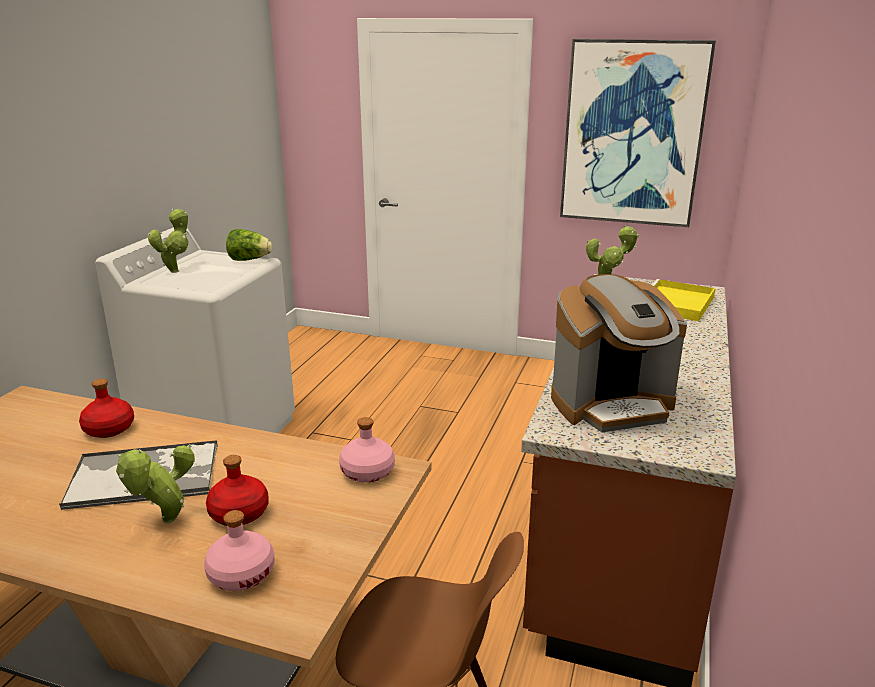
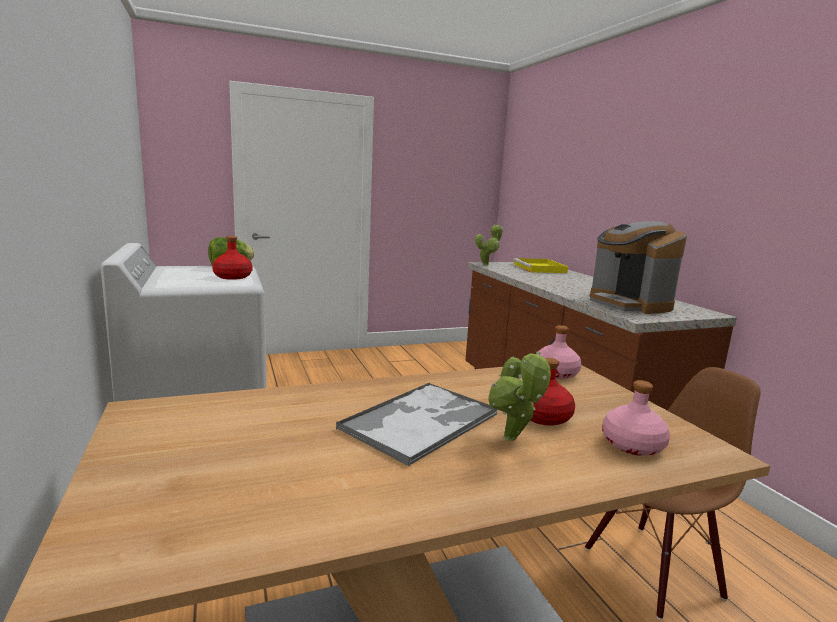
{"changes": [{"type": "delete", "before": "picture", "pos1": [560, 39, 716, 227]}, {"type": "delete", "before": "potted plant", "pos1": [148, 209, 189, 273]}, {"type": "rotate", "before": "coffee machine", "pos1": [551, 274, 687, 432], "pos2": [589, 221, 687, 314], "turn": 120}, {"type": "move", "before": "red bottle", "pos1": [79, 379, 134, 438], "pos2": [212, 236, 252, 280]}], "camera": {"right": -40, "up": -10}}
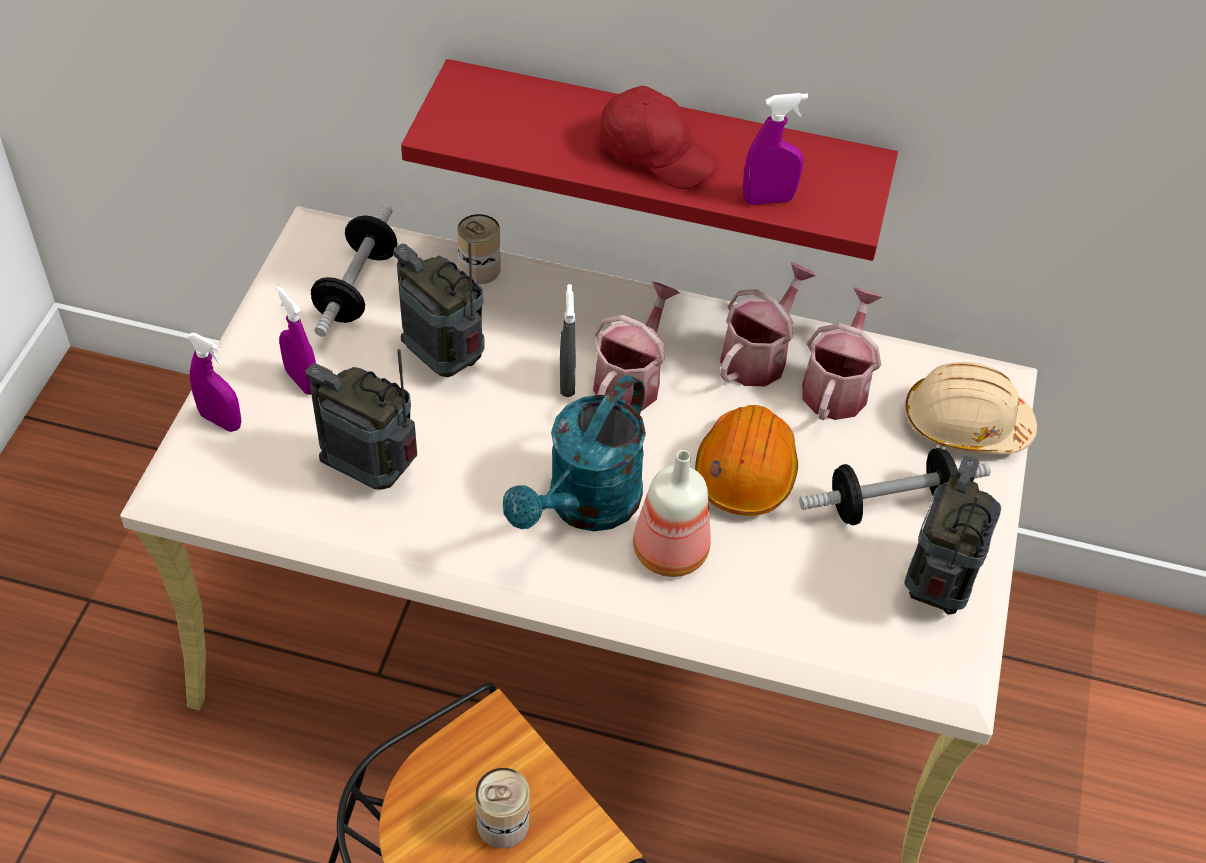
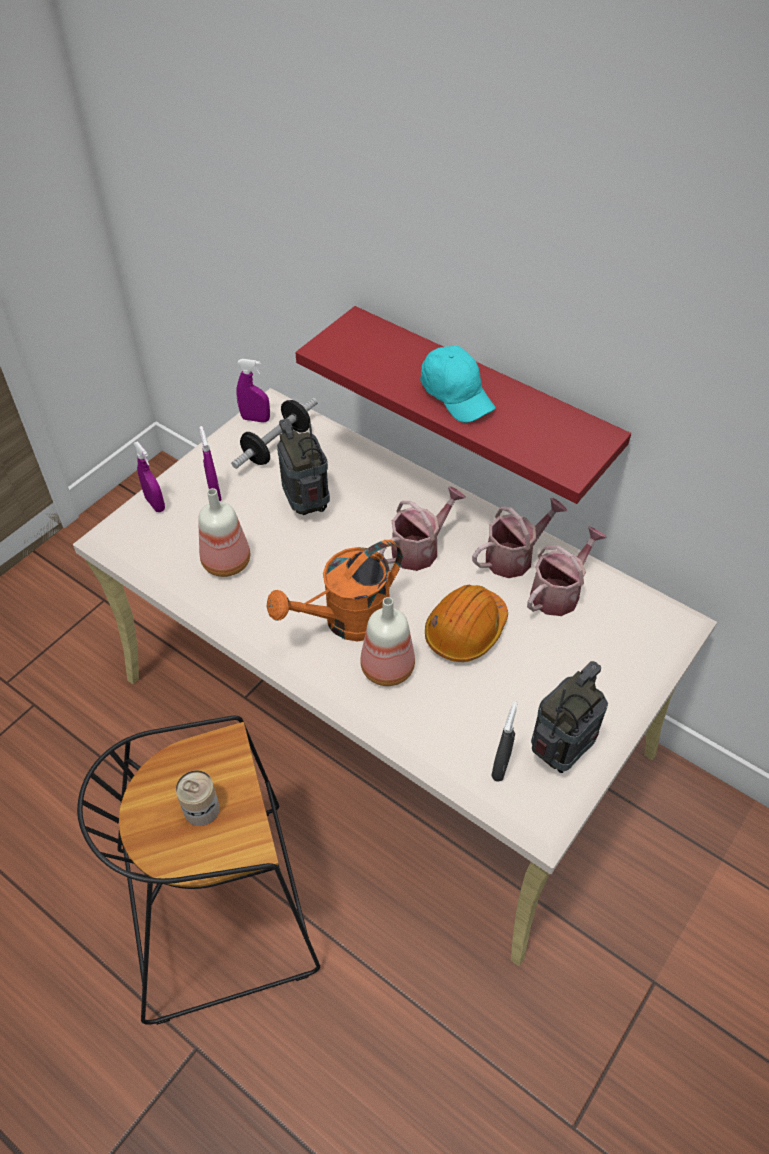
{"changes": [{"type": "recolor", "before": "red cap", "after": "turquoise cap", "pos1": [599, 86, 719, 189], "pos2": [420, 346, 496, 423]}, {"type": "move", "before": "purple spray bottle", "pos1": [743, 93, 808, 205], "pos2": [236, 359, 270, 423]}, {"type": "delete", "before": "can", "pos1": [457, 214, 501, 284]}, {"type": "move", "before": "grey spray bottle", "pos1": [560, 284, 576, 397], "pos2": [492, 701, 517, 781]}, {"type": "replace", "before": "radio", "after": "bottle", "pos1": [305, 349, 417, 489], "pos2": [198, 488, 250, 577]}, {"type": "delete", "before": "beige hard hat", "pos1": [905, 362, 1037, 454]}, {"type": "recolor", "before": "turquoise watering can", "after": "orange watering can", "pos1": [503, 375, 646, 531], "pos2": [266, 540, 403, 641]}, {"type": "delete", "before": "dumbbell", "pos1": [799, 448, 990, 525]}], "camera": {"right": 25, "up": 0}}
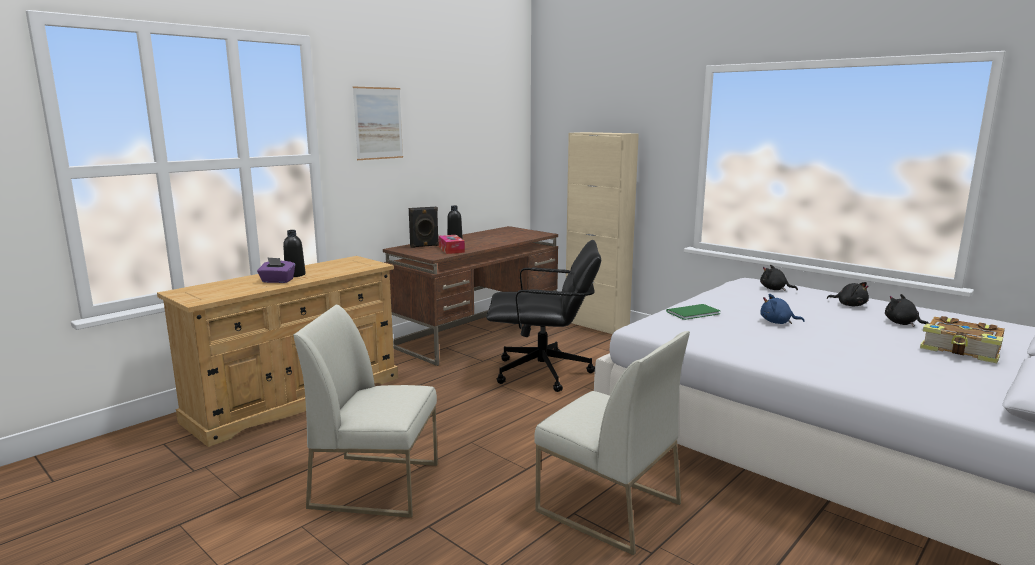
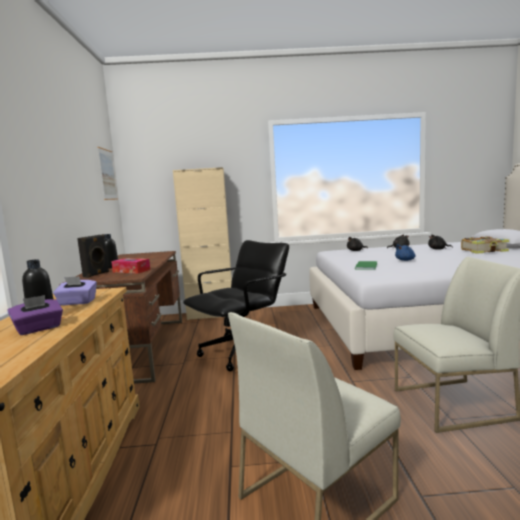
{"changes": [{"type": "move", "before": "picture", "pos1": [353, 87, 403, 160], "pos2": [98, 147, 118, 200]}, {"type": "insert", "after": "purple tissue box", "pos2": [53, 276, 97, 305]}], "camera": {"right": -45, "up": -5}}
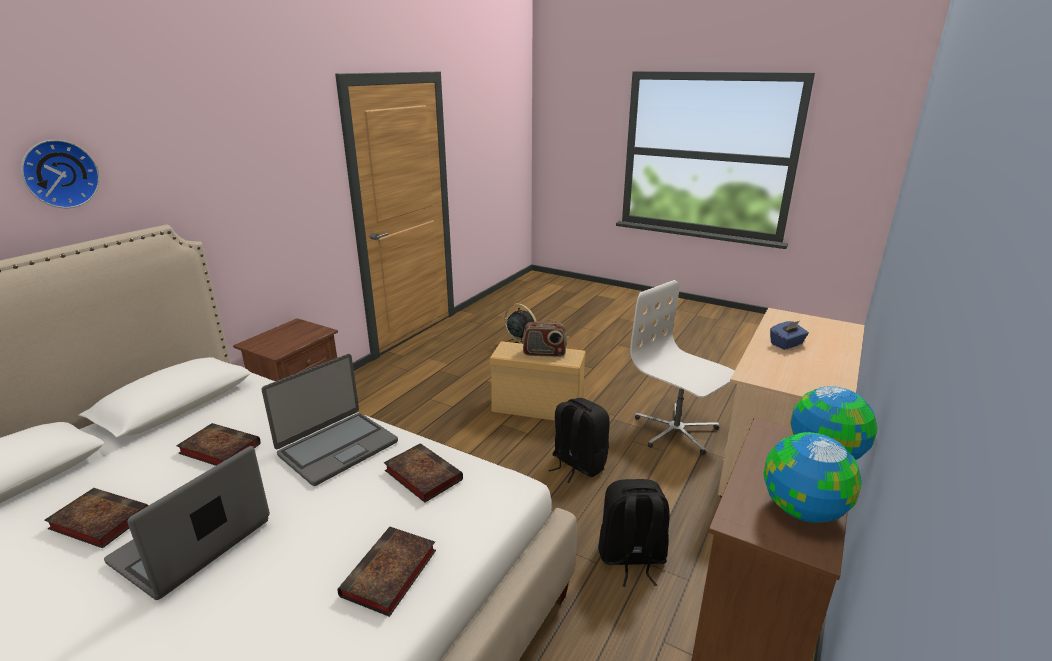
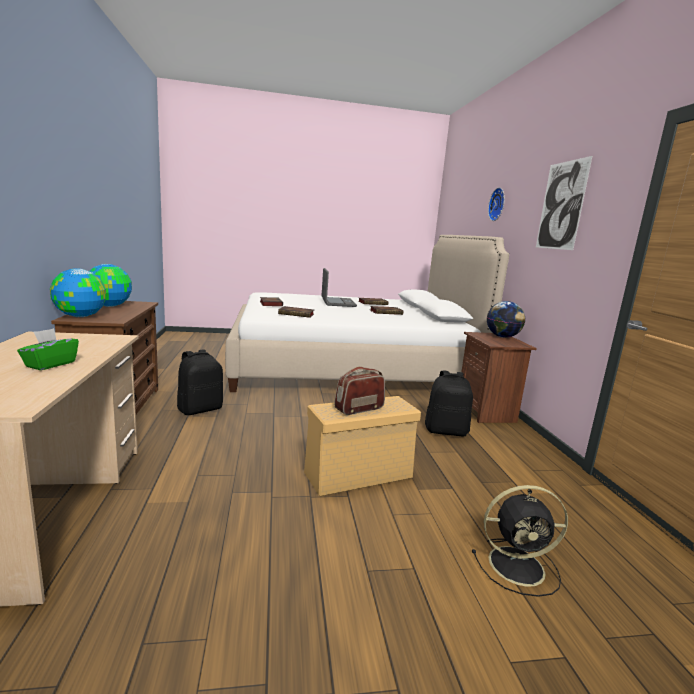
{"changes": [{"type": "delete", "before": "white office chair", "pos1": [630, 280, 735, 455]}, {"type": "recolor", "before": "blue tissue box", "after": "green tissue box", "pos1": [770, 321, 809, 350], "pos2": [17, 328, 79, 370]}, {"type": "delete", "before": "laptop", "pos1": [262, 354, 398, 486]}, {"type": "move", "before": "black backpack", "pos1": [548, 398, 610, 483], "pos2": [425, 371, 473, 437]}, {"type": "insert", "after": "picture", "pos2": [536, 156, 592, 250]}, {"type": "insert", "after": "globe", "pos2": [487, 301, 525, 338]}], "camera": {"right": 140, "up": -10}}
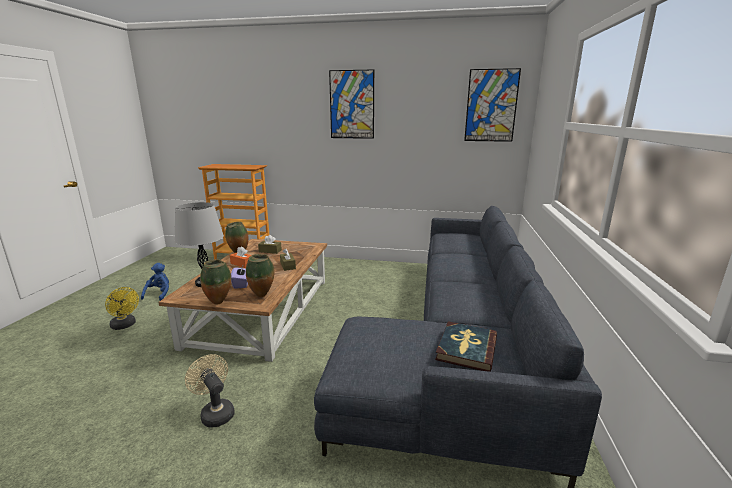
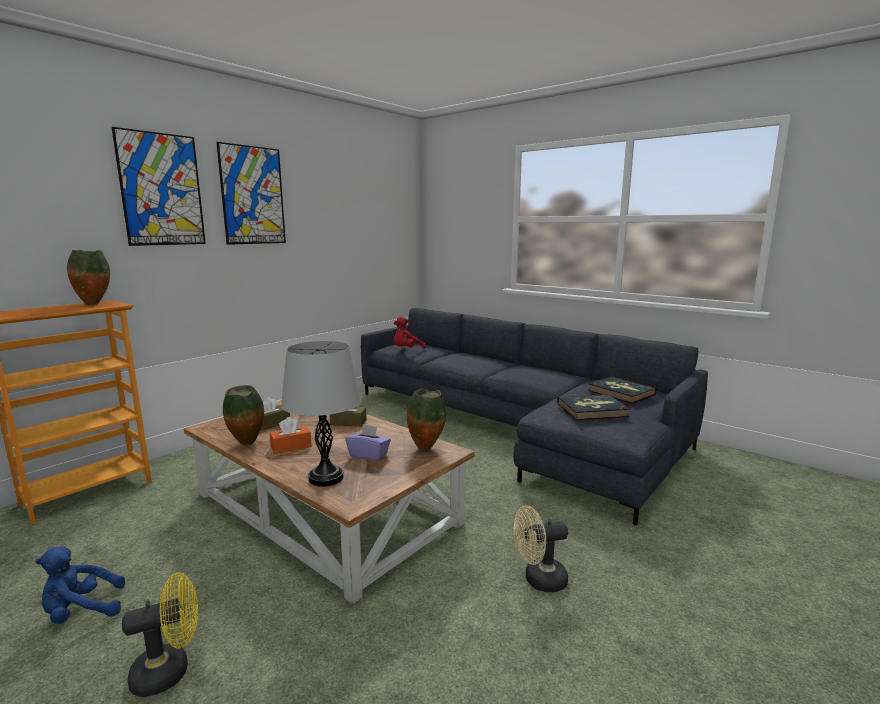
{"changes": [{"type": "move", "before": "picture", "pos1": [464, 68, 521, 142], "pos2": [112, 127, 206, 246]}, {"type": "move", "before": "vase", "pos1": [200, 259, 231, 305], "pos2": [67, 250, 110, 305]}, {"type": "rotate", "before": "blue plush toy", "pos1": [141, 263, 169, 301], "pos2": [35, 546, 125, 624], "turn": -60}, {"type": "insert", "after": "red plush toy", "pos2": [394, 316, 426, 349]}, {"type": "insert", "after": "book", "pos2": [557, 394, 630, 420]}], "camera": {"right": -60, "up": -5}}
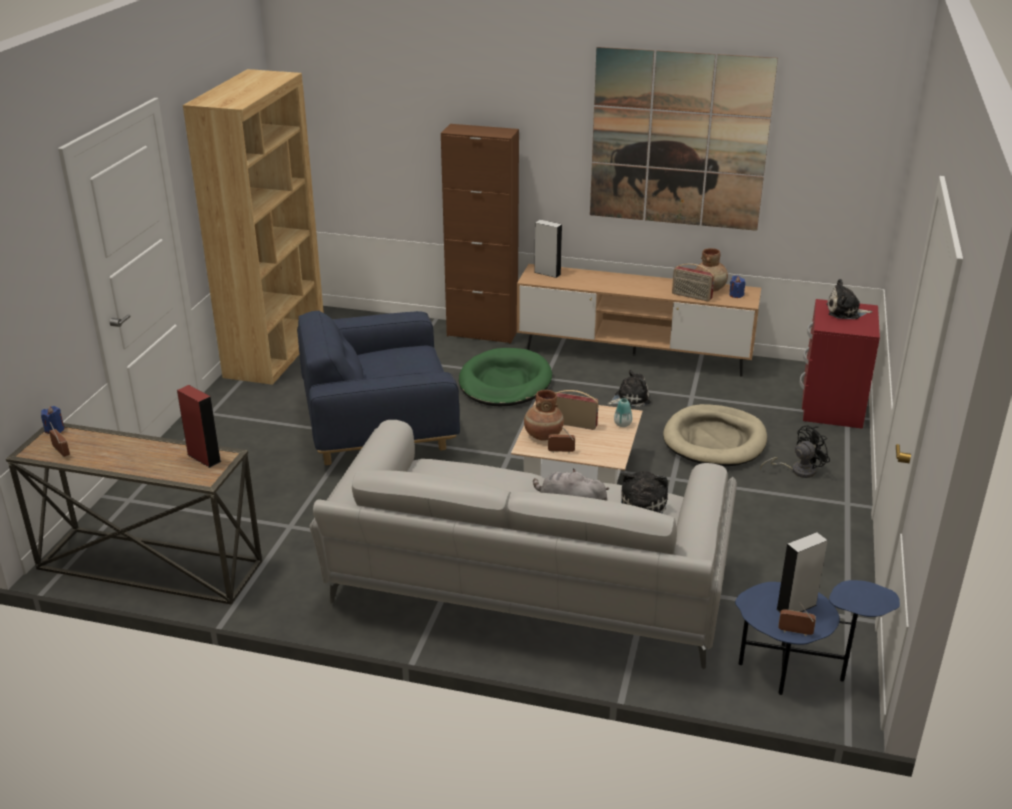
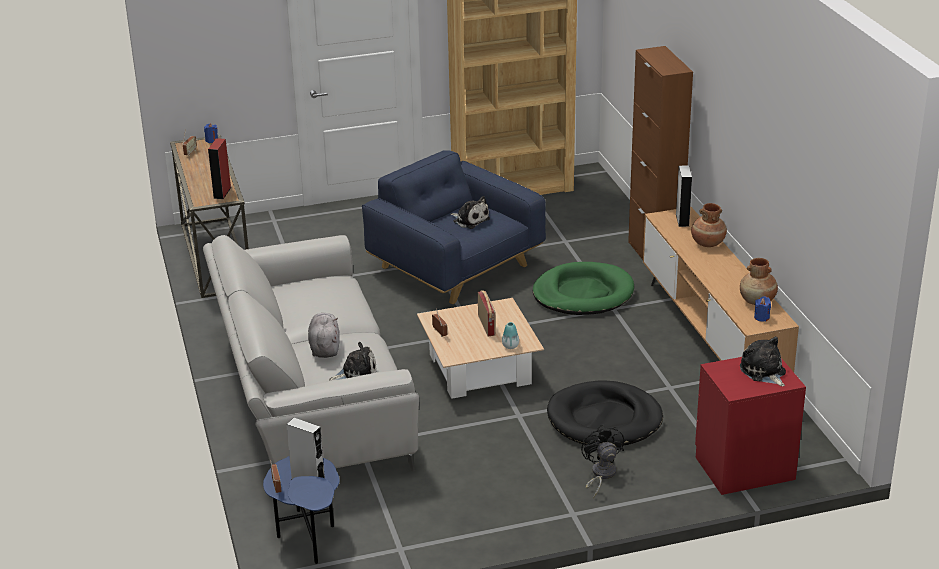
{"changes": [{"type": "delete", "before": "picture", "pos1": [590, 47, 778, 231]}, {"type": "delete", "before": "radio", "pos1": [672, 263, 715, 301]}, {"type": "move", "before": "plush toy", "pos1": [607, 370, 651, 407], "pos2": [450, 196, 490, 229]}, {"type": "move", "before": "brown vase", "pos1": [524, 390, 564, 441], "pos2": [691, 203, 727, 247]}, {"type": "recolor", "before": "beige dog bed", "after": "black dog bed", "pos1": [663, 404, 767, 467], "pos2": [547, 380, 663, 446]}, {"type": "rotate", "before": "black fan", "pos1": [760, 425, 830, 478], "pos2": [581, 424, 624, 498], "turn": -135}], "camera": {"right": 60, "up": 0}}
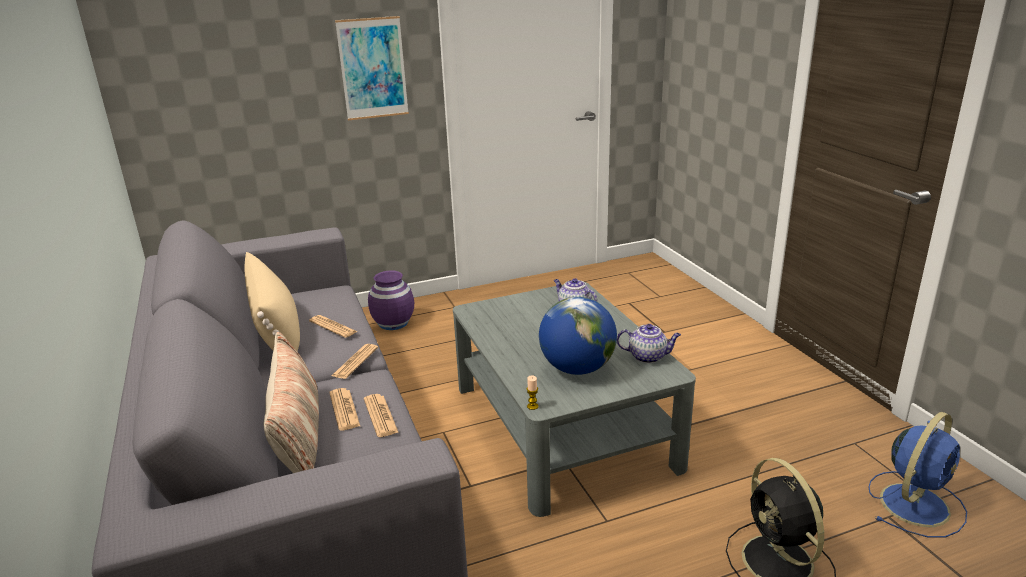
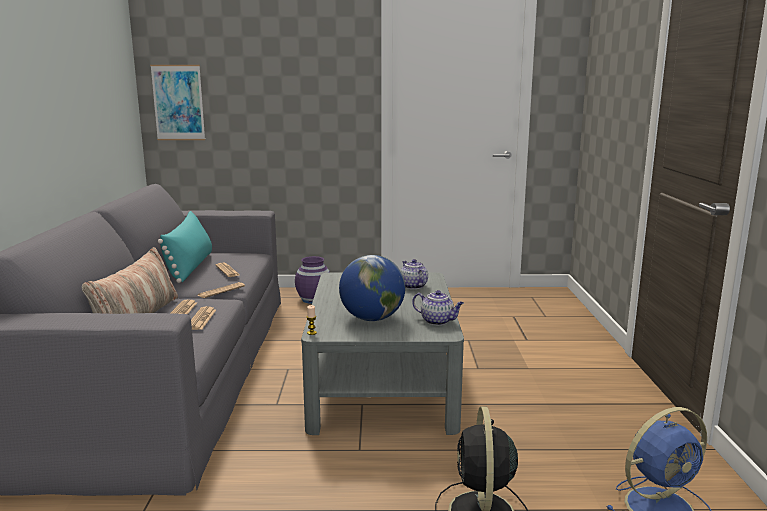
{"changes": [{"type": "move", "before": "picture", "pos1": [335, 16, 409, 120], "pos2": [150, 65, 205, 140]}, {"type": "recolor", "before": "beige pillow", "after": "turquoise pillow", "pos1": [245, 252, 300, 351], "pos2": [158, 211, 212, 283]}], "camera": {"right": 20, "up": -10}}
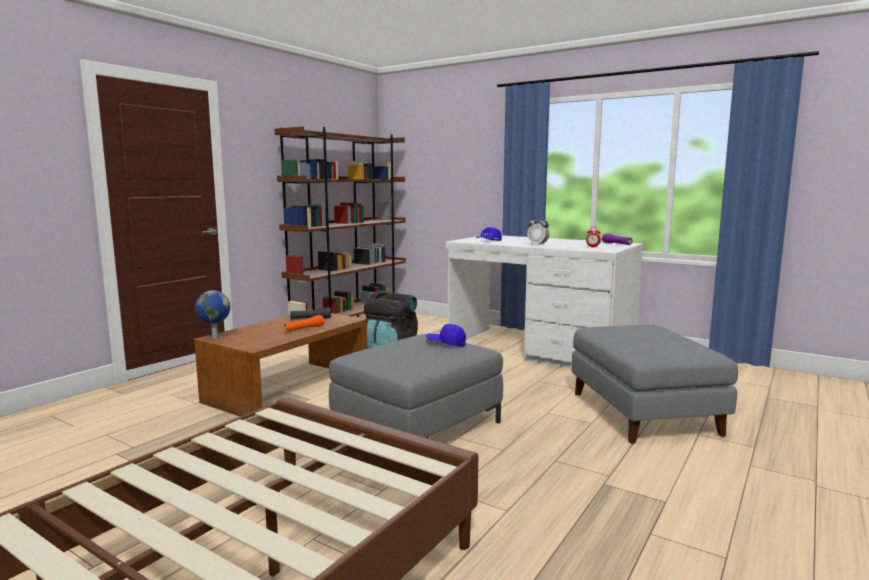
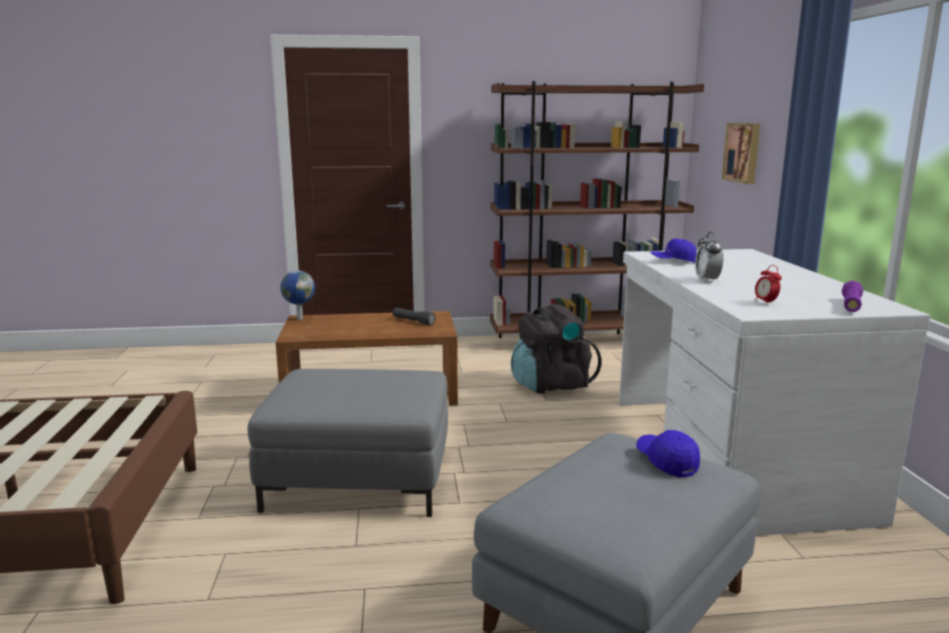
{"changes": [{"type": "delete", "before": "orange flashlight", "pos1": [284, 315, 325, 332]}, {"type": "move", "before": "blue cap", "pos1": [426, 324, 466, 347], "pos2": [636, 430, 700, 478]}, {"type": "insert", "after": "picture", "pos2": [722, 123, 760, 184]}], "camera": {"right": 50, "up": 5}}
